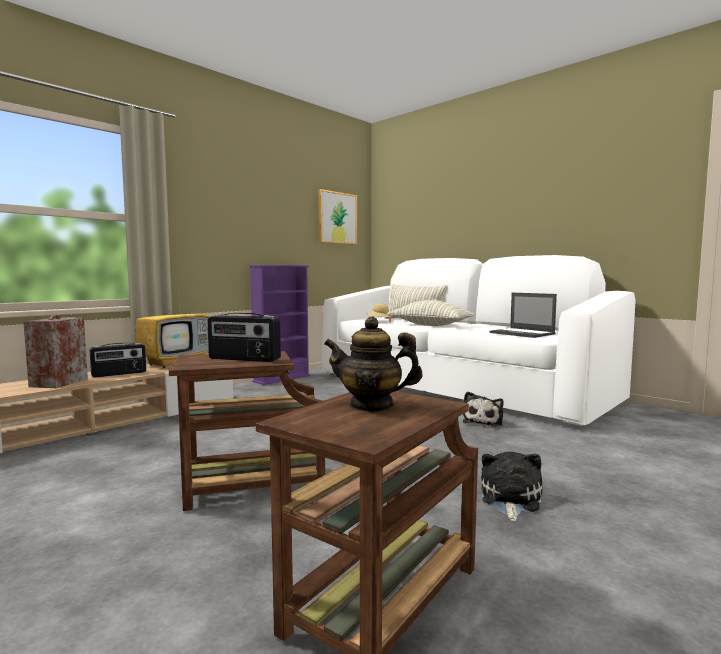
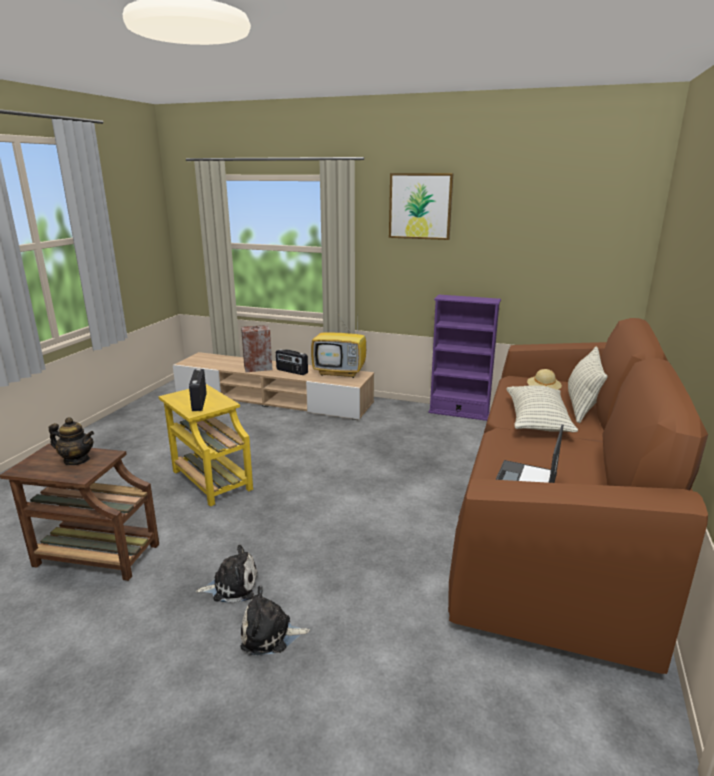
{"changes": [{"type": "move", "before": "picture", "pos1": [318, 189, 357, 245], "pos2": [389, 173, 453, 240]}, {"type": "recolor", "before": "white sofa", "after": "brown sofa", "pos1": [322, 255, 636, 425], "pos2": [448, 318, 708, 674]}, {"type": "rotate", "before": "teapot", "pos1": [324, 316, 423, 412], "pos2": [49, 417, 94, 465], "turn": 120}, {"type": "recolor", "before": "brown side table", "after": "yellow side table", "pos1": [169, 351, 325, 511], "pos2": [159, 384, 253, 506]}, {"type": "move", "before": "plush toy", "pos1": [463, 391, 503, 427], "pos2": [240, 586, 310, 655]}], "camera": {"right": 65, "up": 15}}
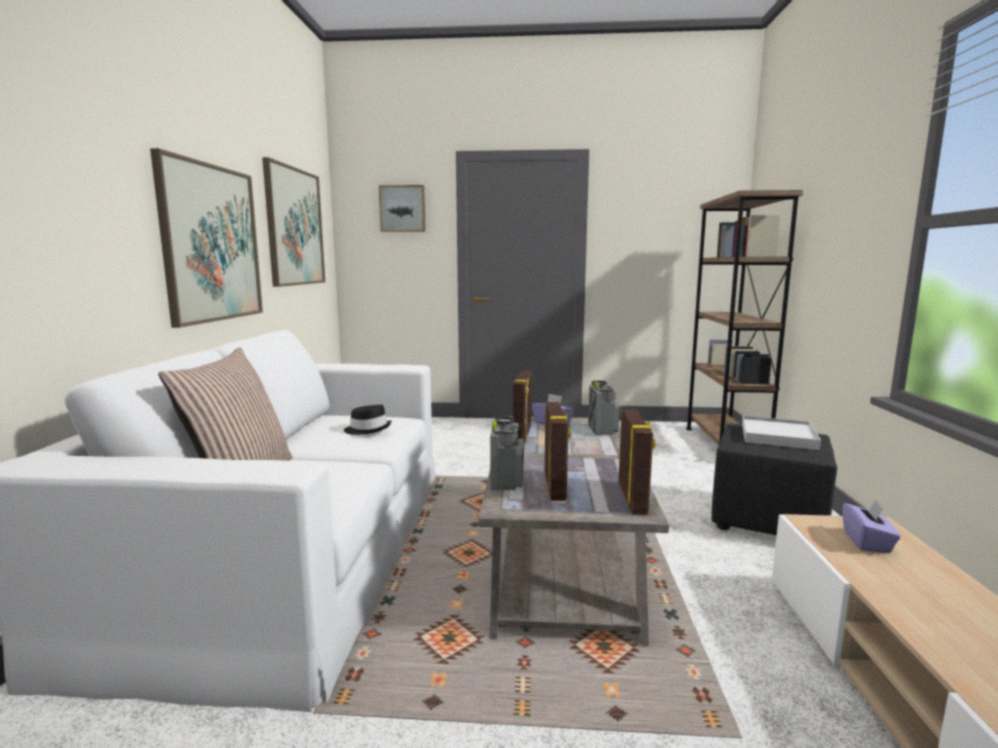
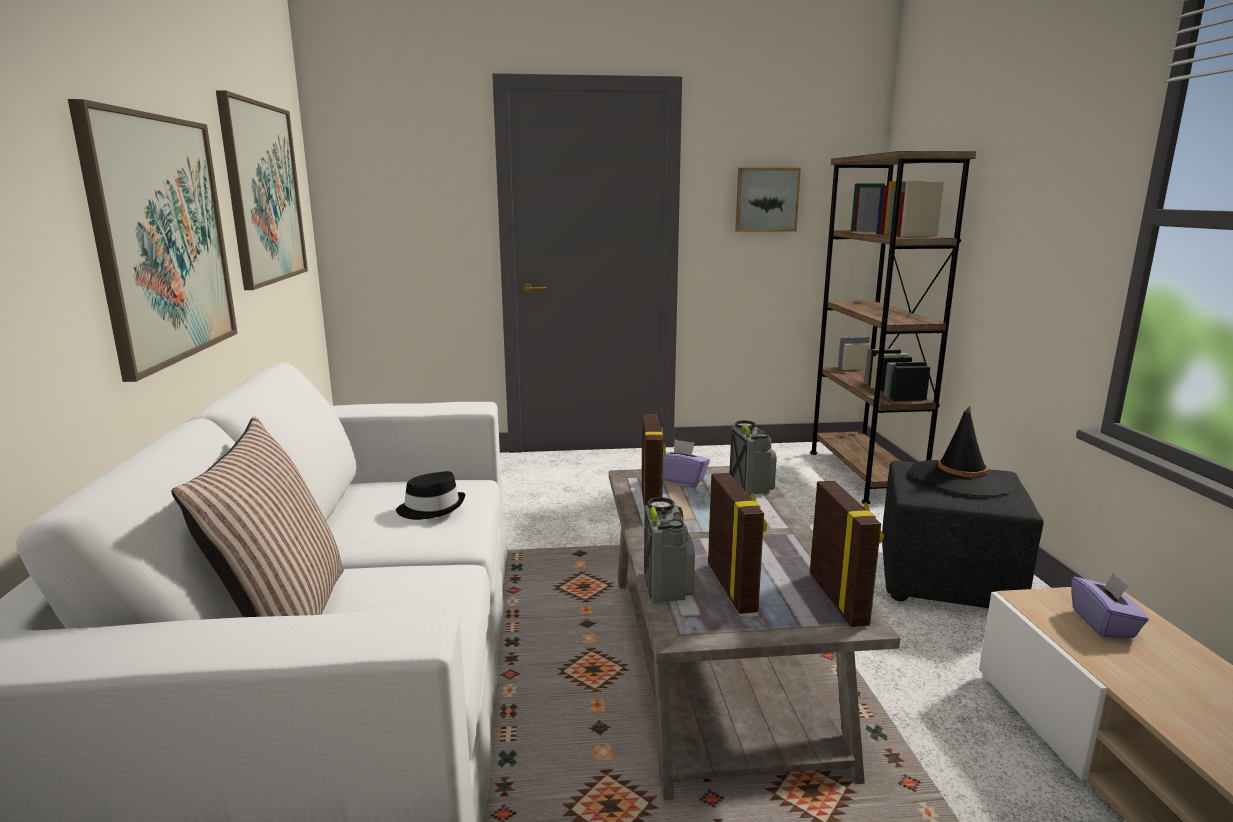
{"changes": [{"type": "move", "before": "picture", "pos1": [379, 185, 425, 232], "pos2": [735, 168, 801, 232]}, {"type": "replace", "before": "white tray", "after": "black hat", "pos1": [742, 416, 821, 450], "pos2": [911, 406, 1015, 496]}], "camera": {"right": -10, "up": 5}}
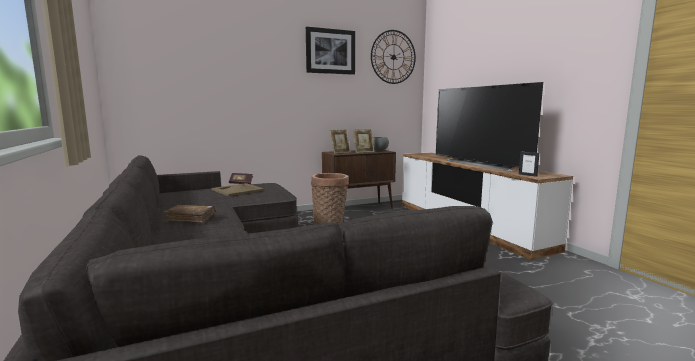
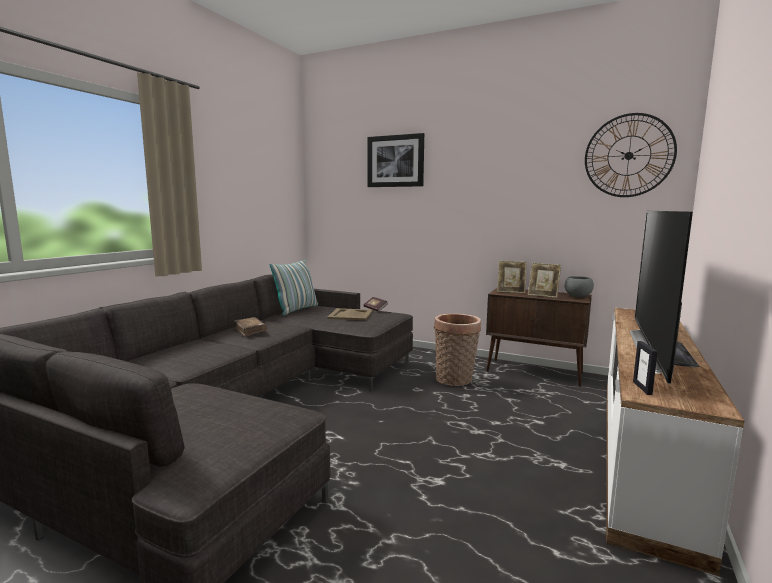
{"changes": [{"type": "move", "before": "picture", "pos1": [306, 27, 355, 75], "pos2": [368, 133, 424, 187]}, {"type": "insert", "after": "pillow", "pos2": [269, 260, 318, 316]}], "camera": {"right": 50, "up": 0}}
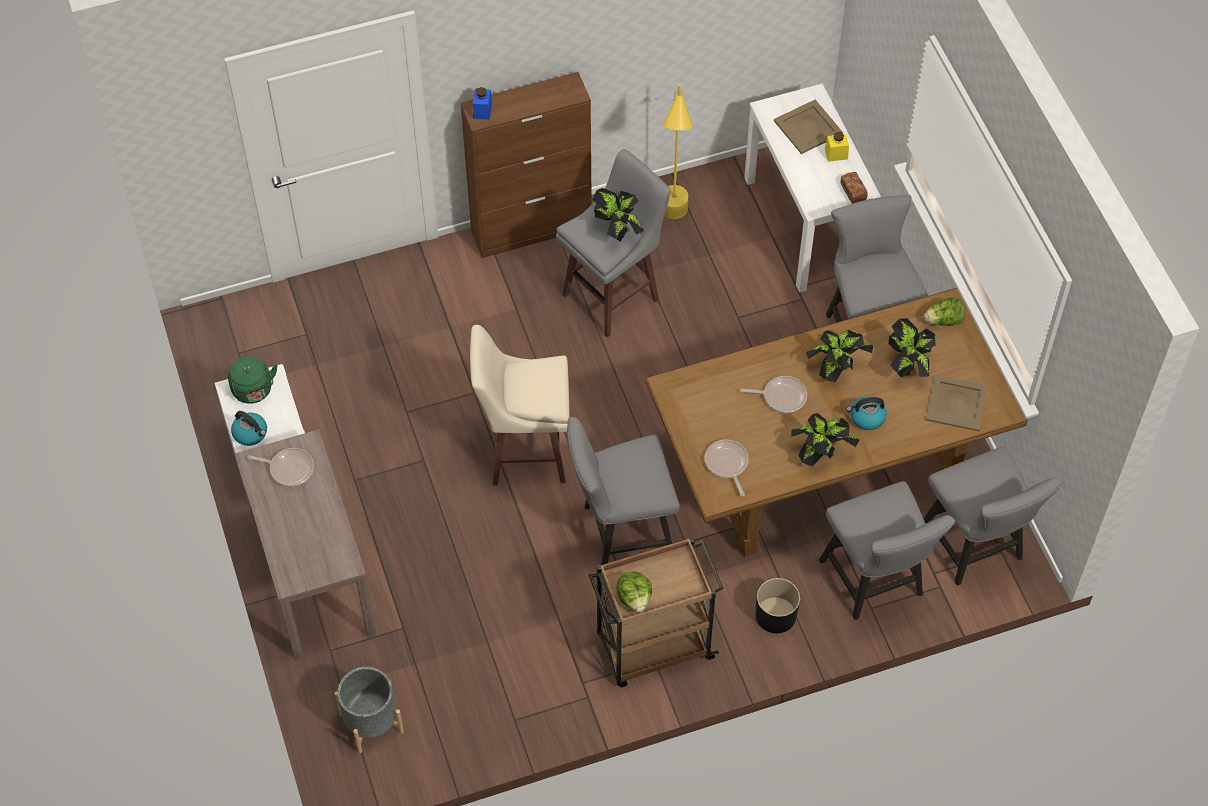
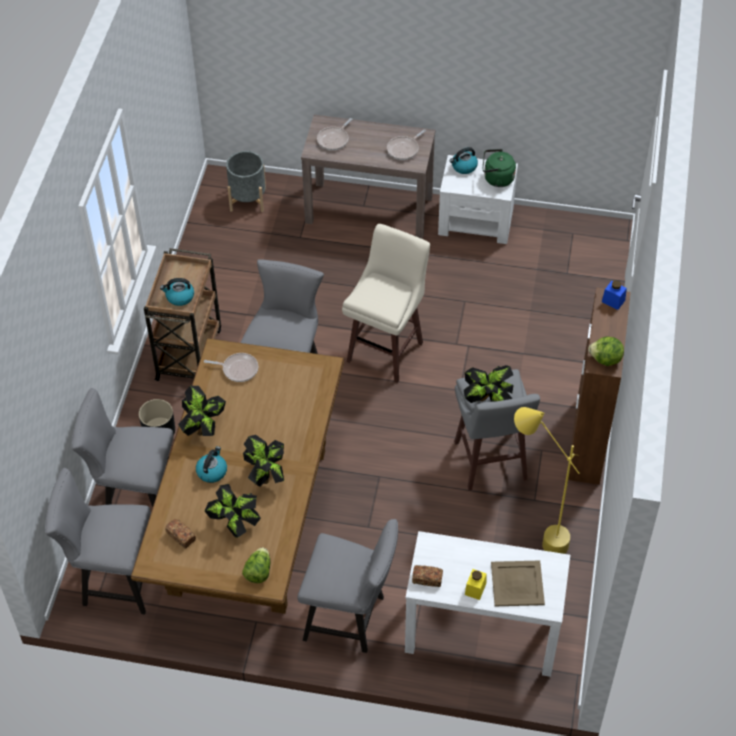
{"changes": [{"type": "replace", "before": "beige tray", "after": "bread", "pos1": [926, 375, 988, 432], "pos2": [165, 519, 196, 549]}, {"type": "move", "before": "frying pan", "pos1": [740, 376, 807, 413], "pos2": [317, 118, 352, 150]}, {"type": "move", "before": "lettuce", "pos1": [616, 571, 652, 612], "pos2": [588, 337, 624, 366]}, {"type": "insert", "after": "kettle", "pos2": [160, 278, 194, 306]}], "camera": {"right": 120, "up": -5}}
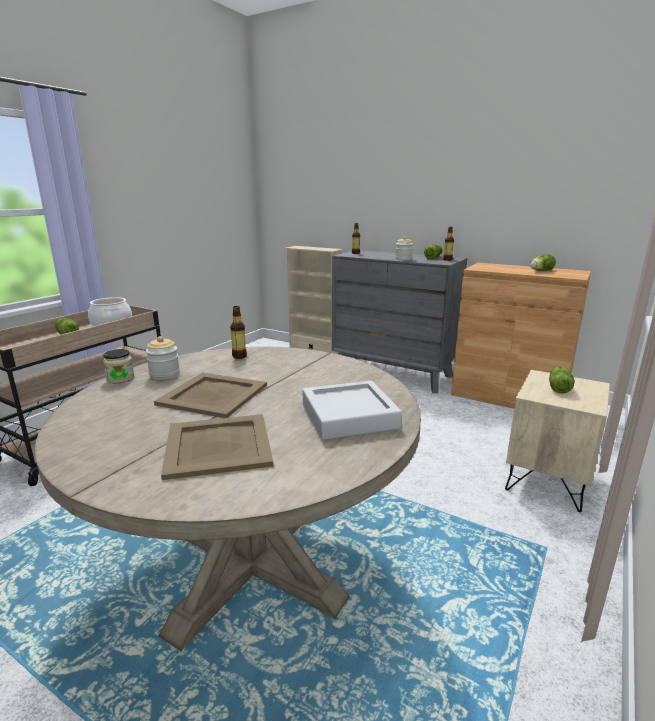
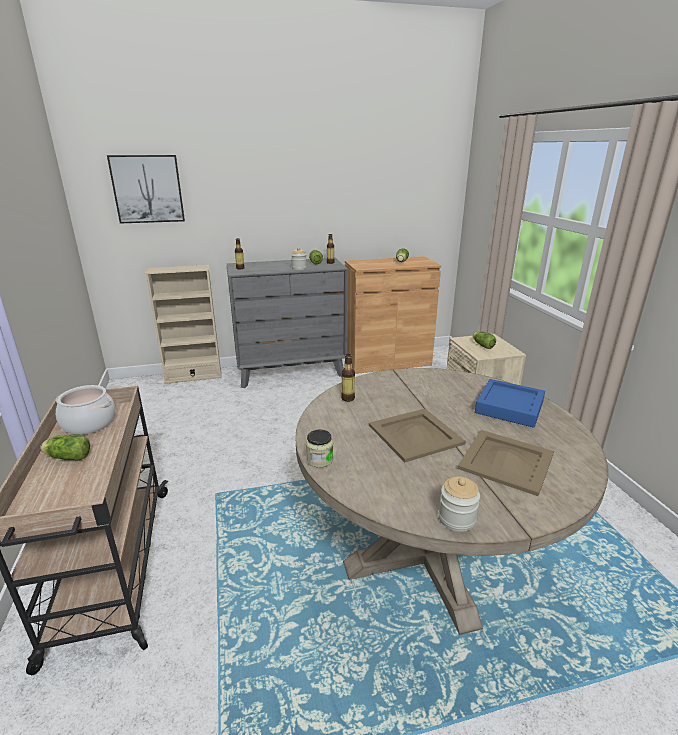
{"changes": [{"type": "move", "before": "jar", "pos1": [146, 336, 180, 380], "pos2": [439, 477, 480, 532]}, {"type": "recolor", "before": "grey tray", "after": "blue tray", "pos1": [303, 381, 402, 440], "pos2": [475, 379, 545, 428]}, {"type": "insert", "after": "picture", "pos2": [107, 155, 185, 224]}], "camera": {"right": -45, "up": 5}}
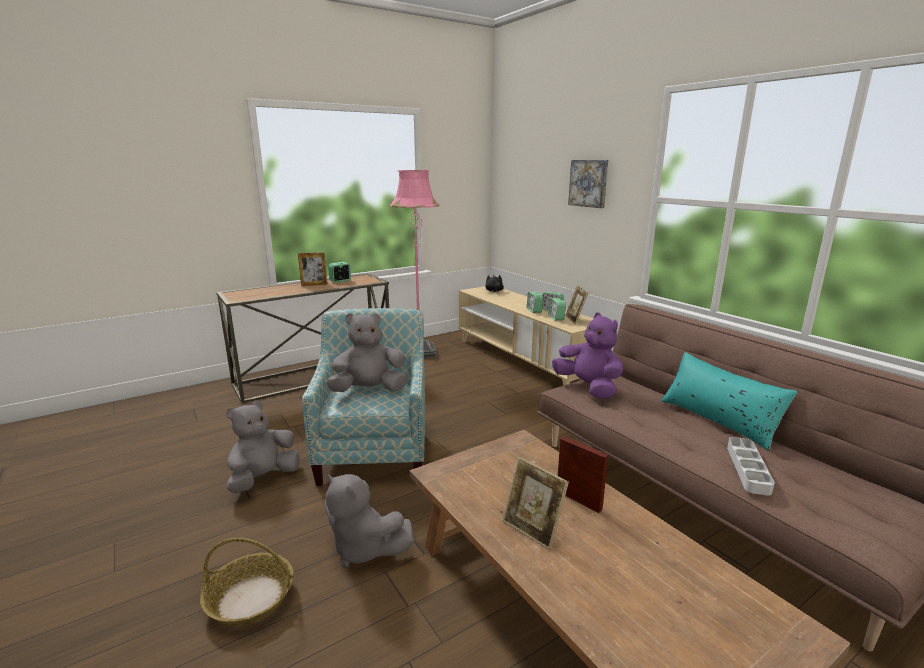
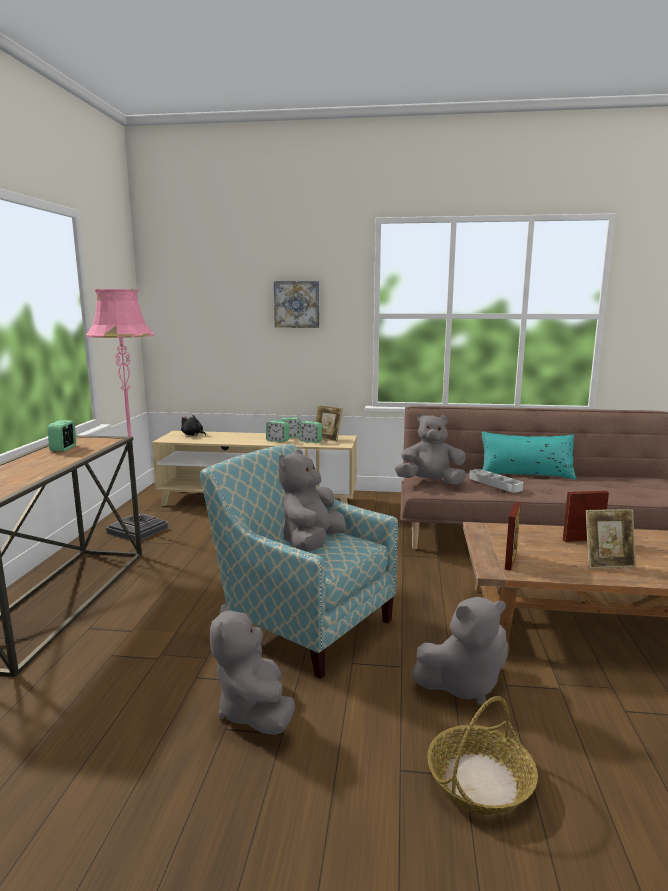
{"changes": [{"type": "move", "before": "picture frame", "pos1": [298, 252, 327, 286], "pos2": [505, 502, 521, 570]}, {"type": "recolor", "before": "purple plush toy", "after": "grey plush toy", "pos1": [552, 313, 623, 398], "pos2": [395, 413, 466, 485]}, {"type": "move", "before": "grey tray", "pos1": [727, 437, 775, 496], "pos2": [469, 469, 523, 493]}], "camera": {"right": -50, "up": -5}}
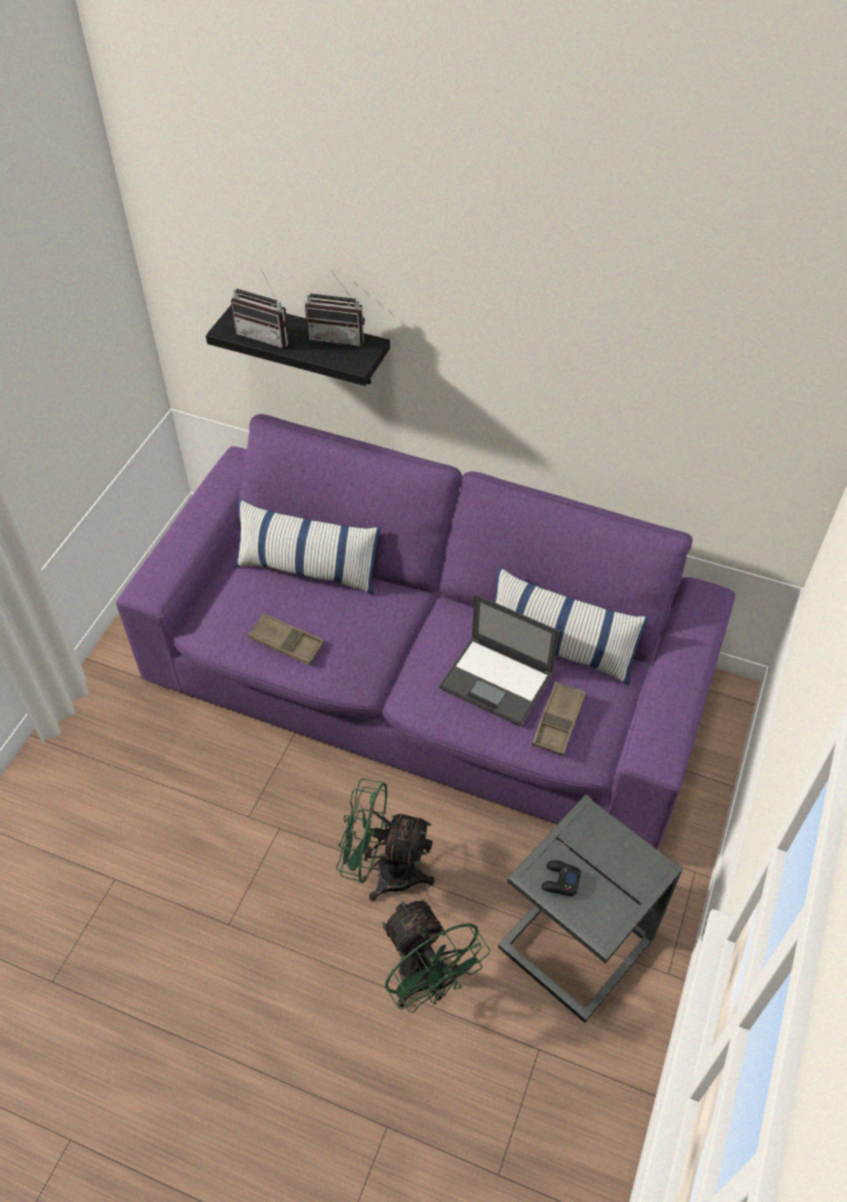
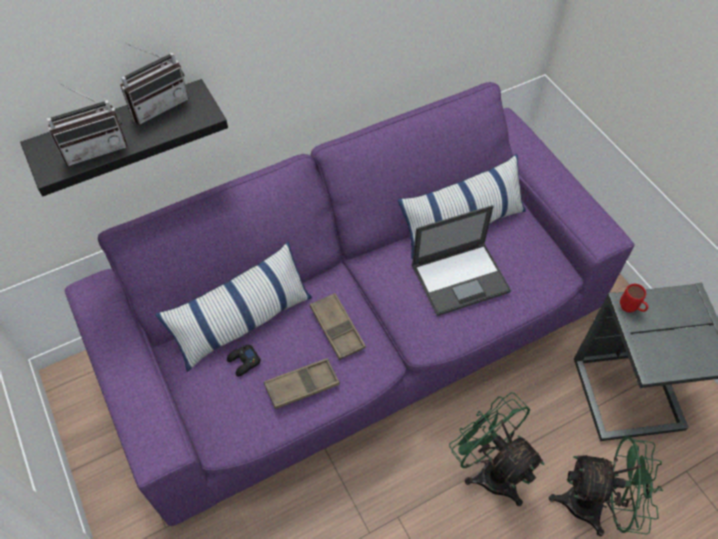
{"changes": [{"type": "move", "before": "brown tray", "pos1": [532, 682, 586, 756], "pos2": [310, 293, 366, 360]}, {"type": "rotate", "before": "green fan", "pos1": [336, 778, 435, 901], "pos2": [449, 392, 544, 506], "turn": 90}, {"type": "move", "before": "black game controller", "pos1": [541, 860, 581, 896], "pos2": [227, 345, 261, 377]}, {"type": "insert", "after": "red mug", "pos2": [620, 284, 648, 312]}], "camera": {"right": -50, "up": 5}}
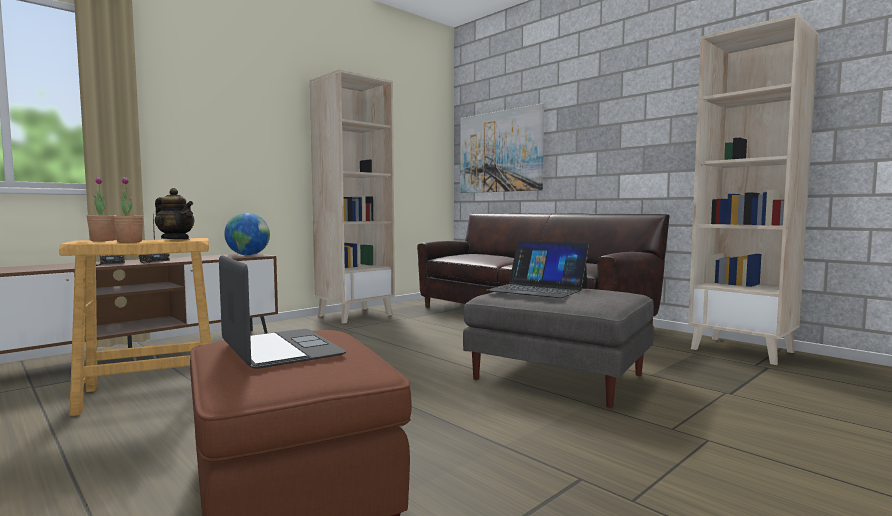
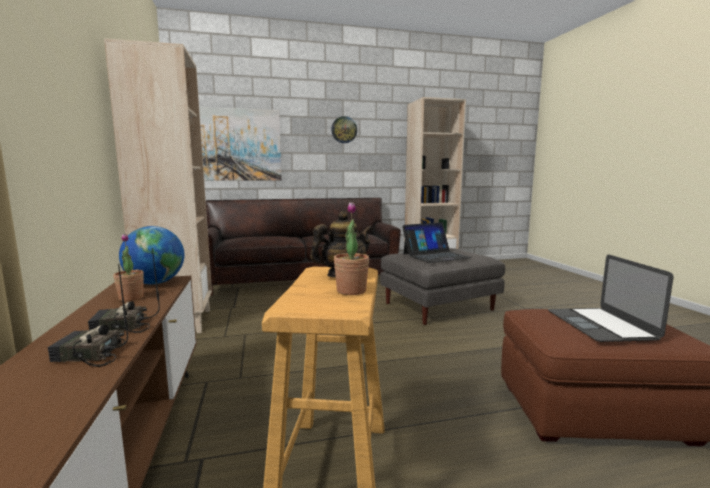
{"changes": [{"type": "move", "before": "potted plant", "pos1": [87, 176, 117, 241], "pos2": [113, 233, 144, 301]}, {"type": "rotate", "before": "laptop", "pos1": [219, 255, 346, 369], "pos2": [548, 255, 673, 342], "turn": -90}, {"type": "insert", "after": "wall clock", "pos2": [331, 116, 357, 143]}], "camera": {"right": -60, "up": 5}}
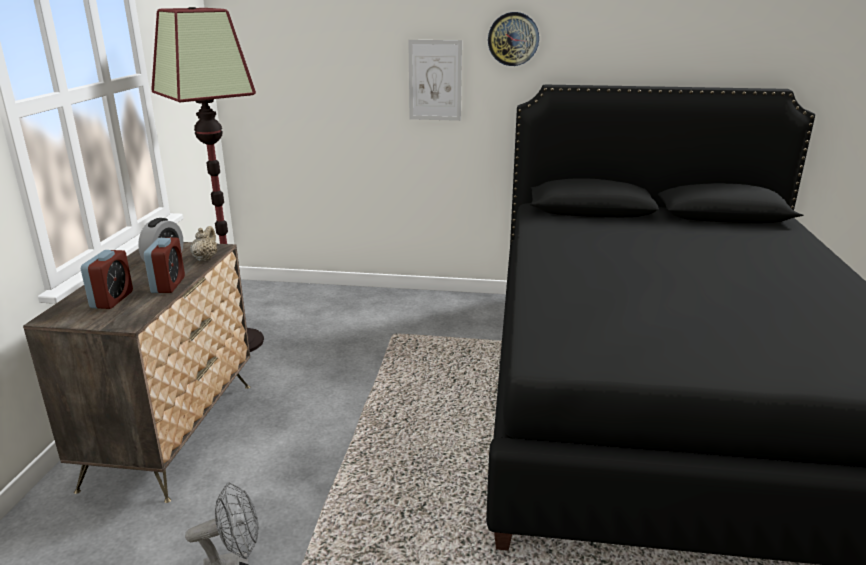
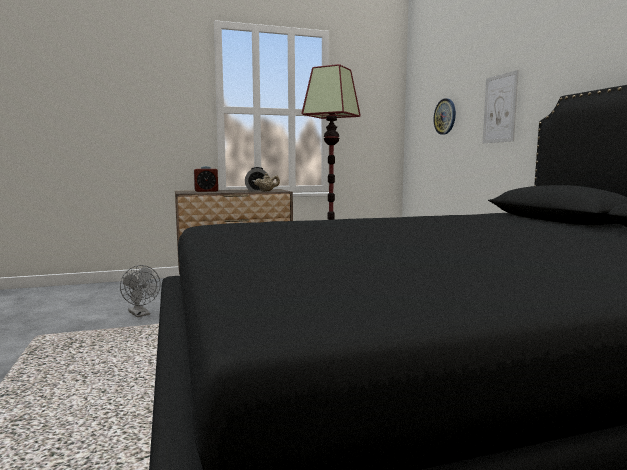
{"changes": [{"type": "move", "before": "wall clock", "pos1": [488, 12, 539, 66], "pos2": [434, 98, 456, 135]}, {"type": "delete", "before": "alarm clock", "pos1": [144, 238, 185, 293]}], "camera": {"right": 65, "up": -15}}
